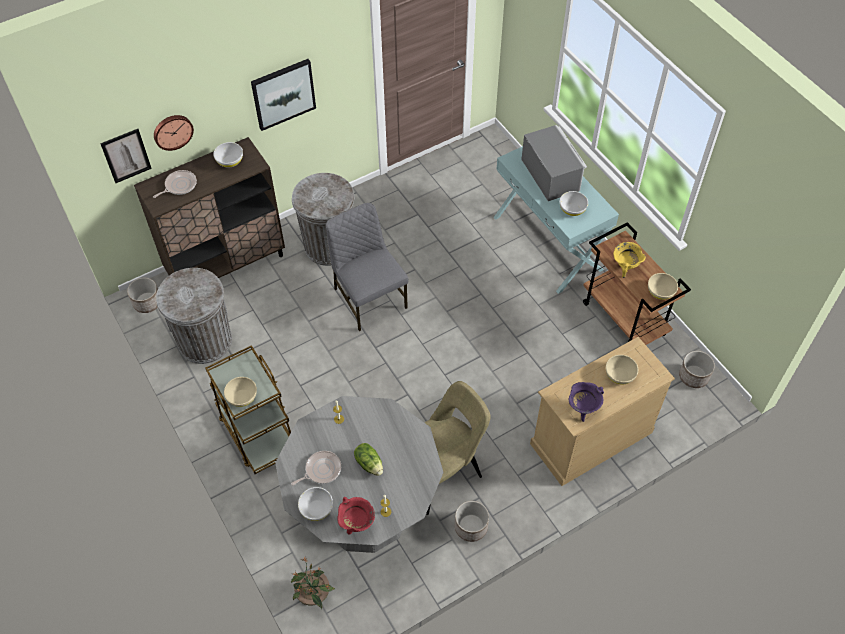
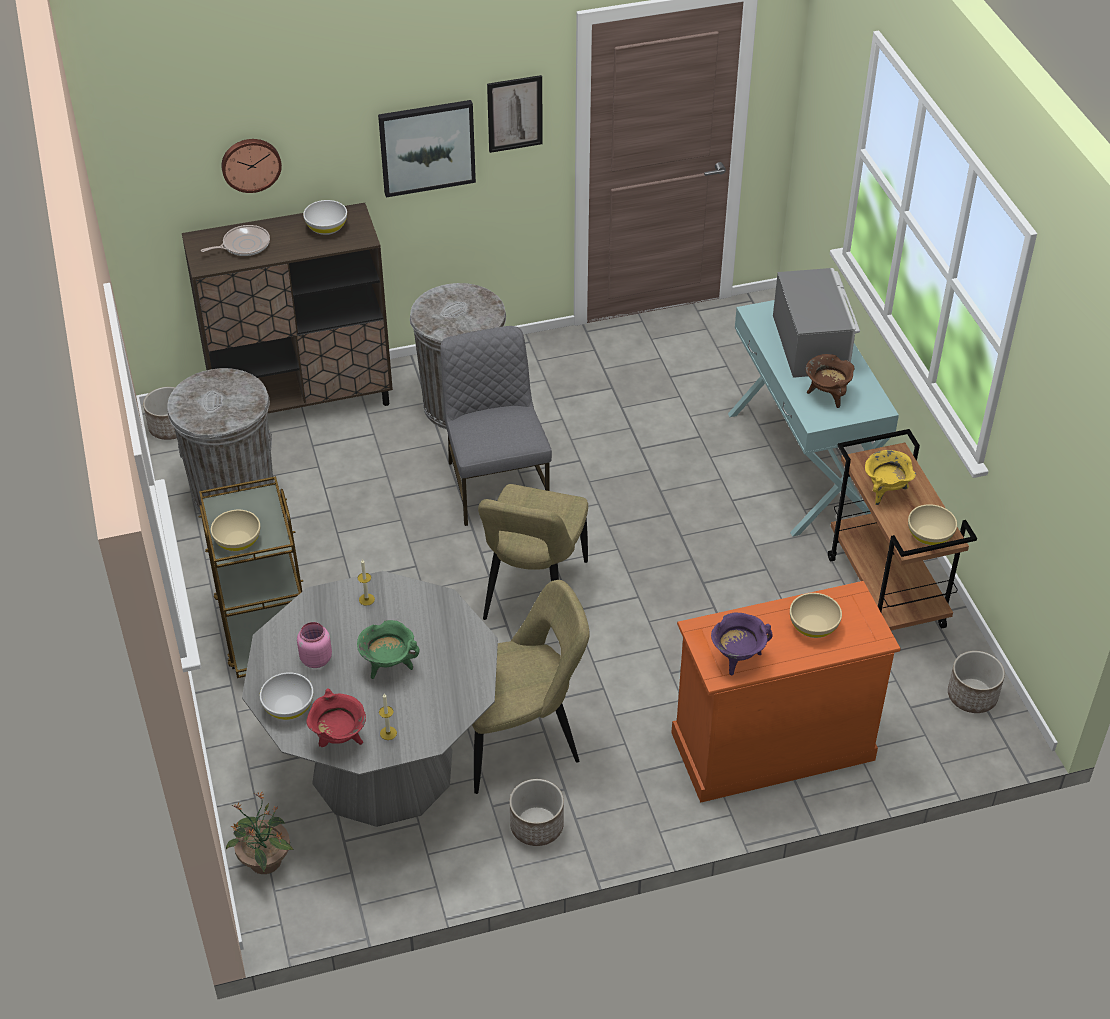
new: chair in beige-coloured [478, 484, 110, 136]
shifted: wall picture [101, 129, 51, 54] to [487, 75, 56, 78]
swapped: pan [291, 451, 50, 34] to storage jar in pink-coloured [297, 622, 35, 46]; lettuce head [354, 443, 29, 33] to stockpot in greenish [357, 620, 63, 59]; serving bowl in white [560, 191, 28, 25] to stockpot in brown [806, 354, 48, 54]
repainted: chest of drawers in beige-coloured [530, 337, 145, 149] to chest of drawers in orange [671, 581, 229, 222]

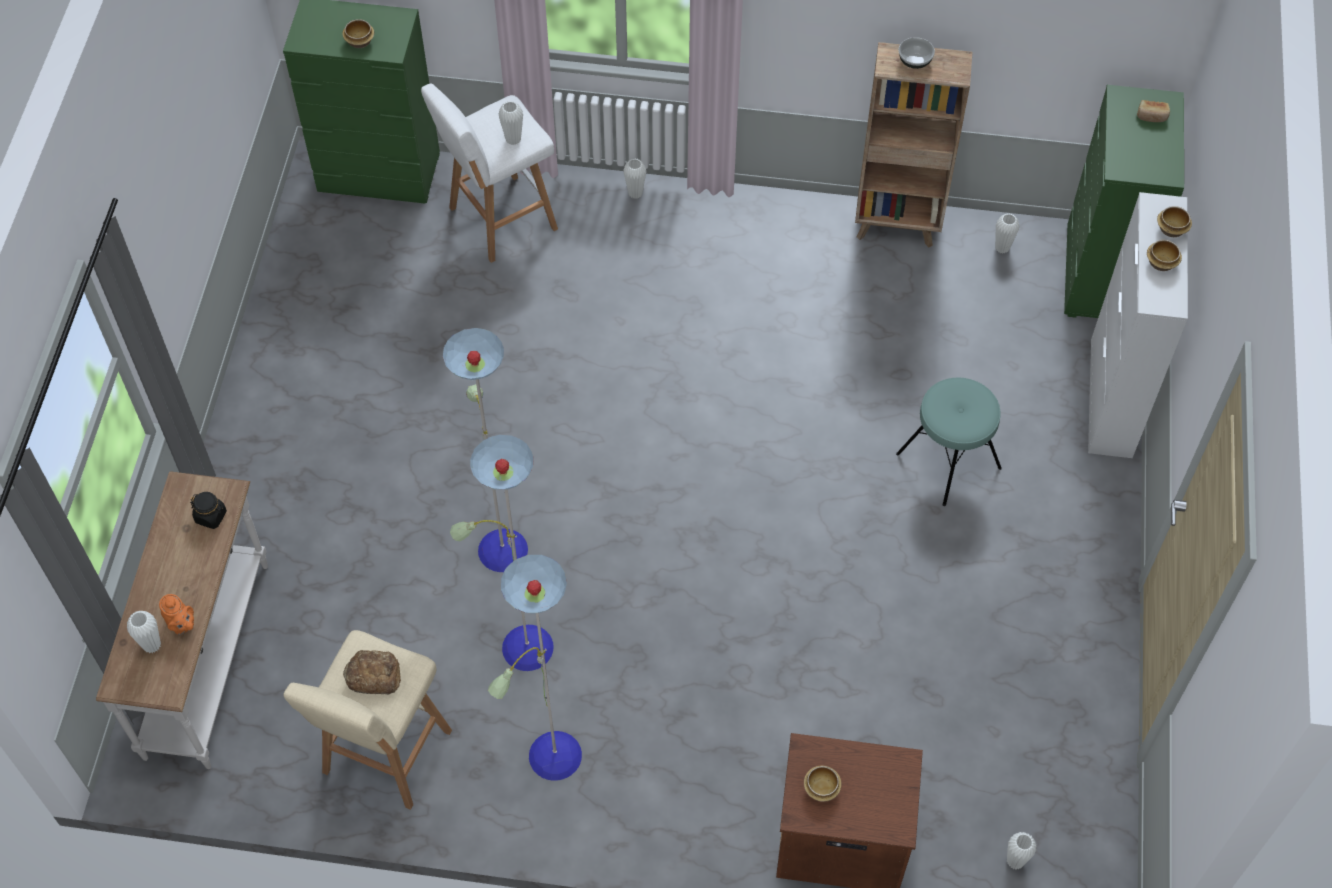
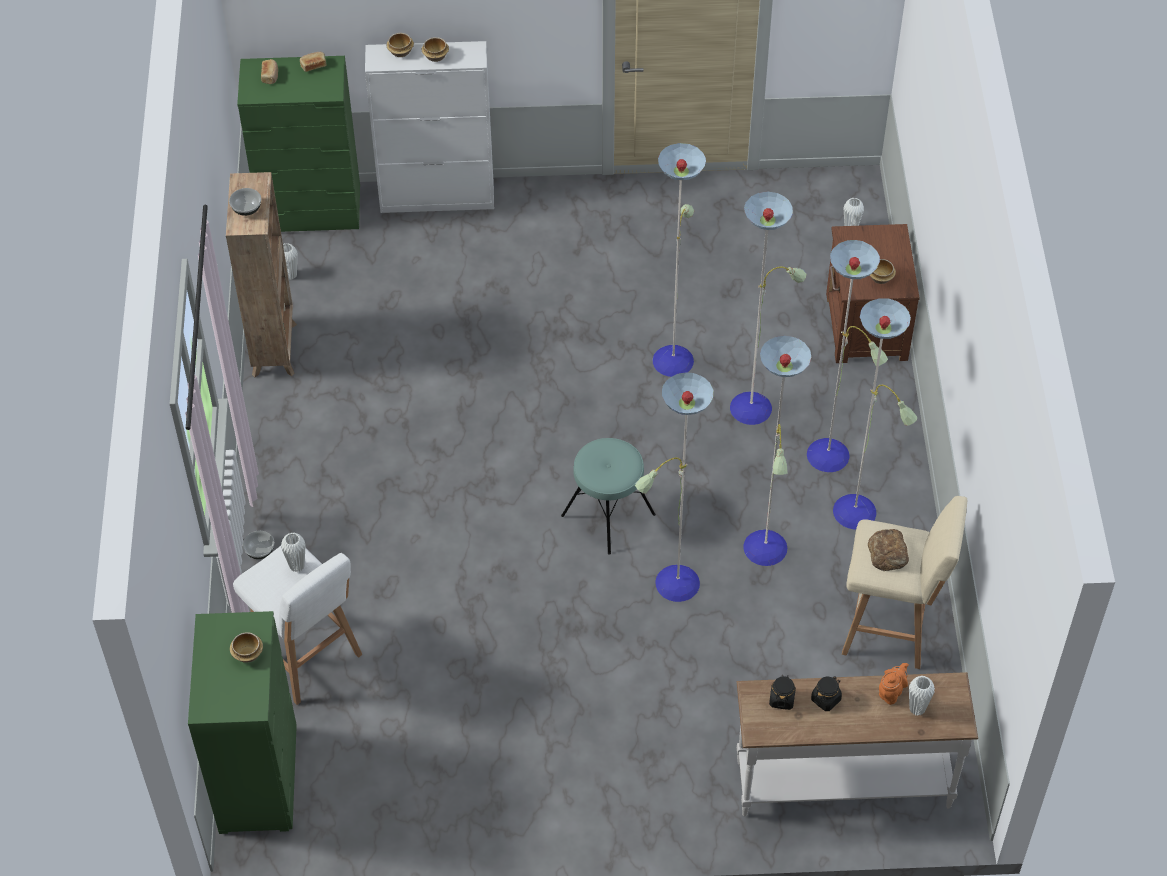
new: baked bread [300, 52, 27, 20]; standard lamp [653, 143, 235, 329]; storage jar in blackish [811, 676, 31, 35]
shifted: stool seat in turquoise [896, 377, 106, 129] to [561, 438, 95, 117]
swapped: decorative vase in white [623, 159, 23, 40] to serving bowl [243, 531, 31, 28]

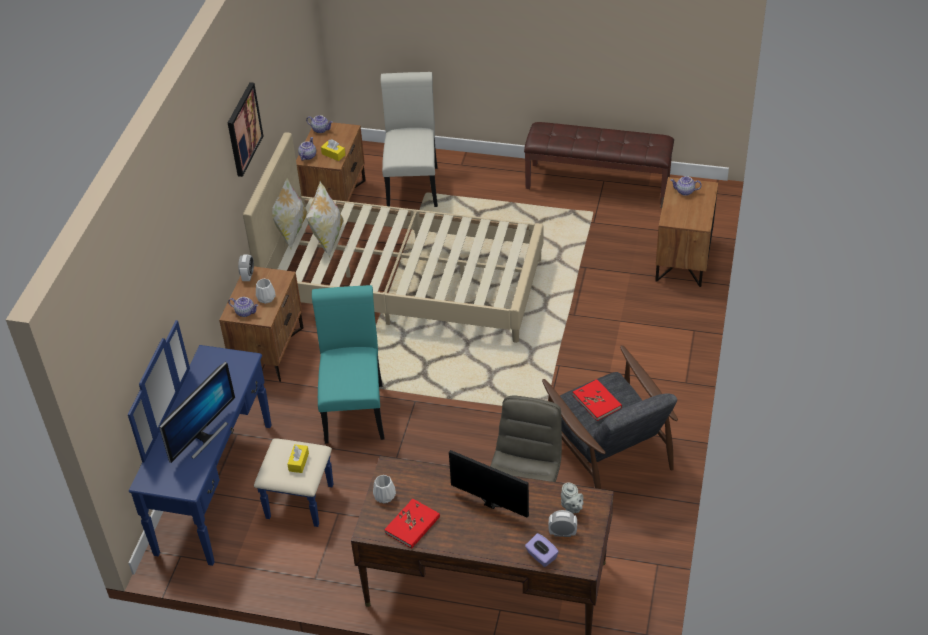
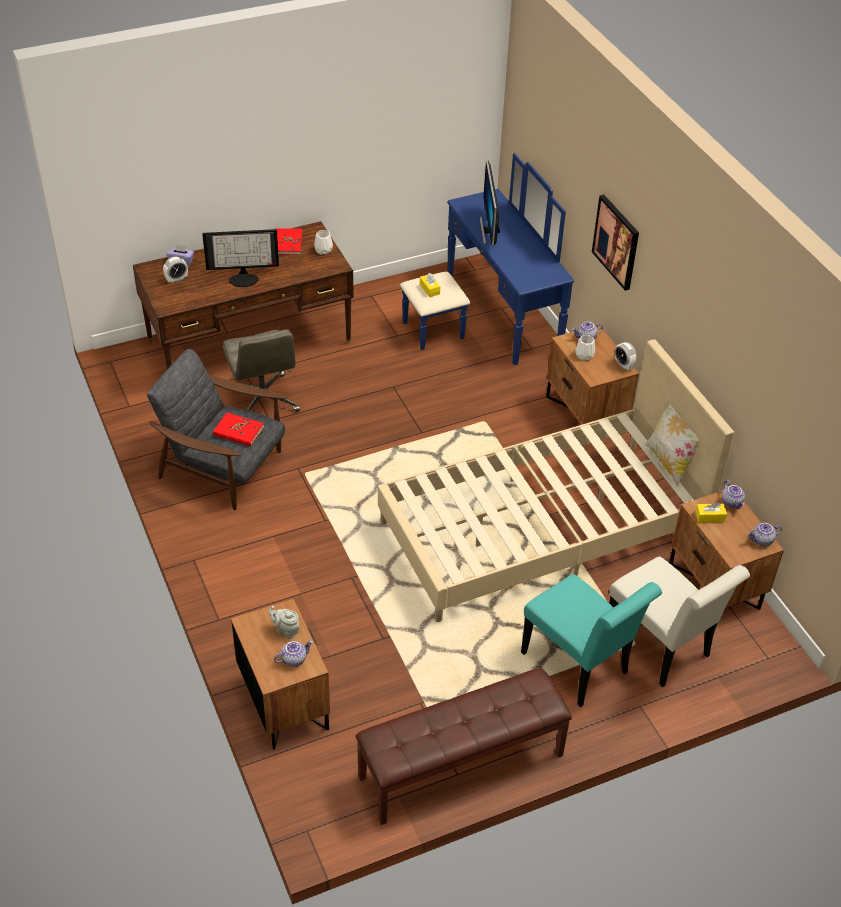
gone: cushion [306, 181, 38, 77]
shifted: wall picture [228, 82, 35, 95] to [592, 195, 47, 96]; chair in turquoise [312, 285, 72, 159] to [521, 574, 141, 133]; teapot in grey [561, 482, 23, 32] to [268, 606, 32, 33]

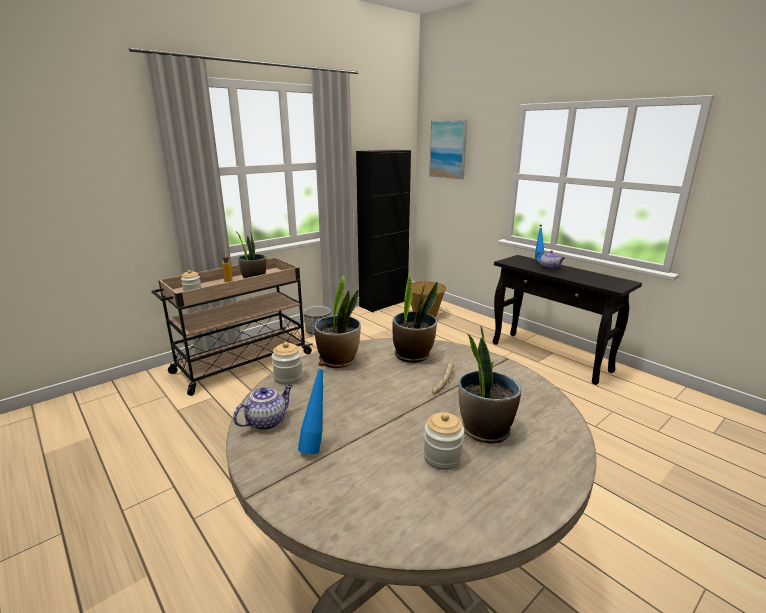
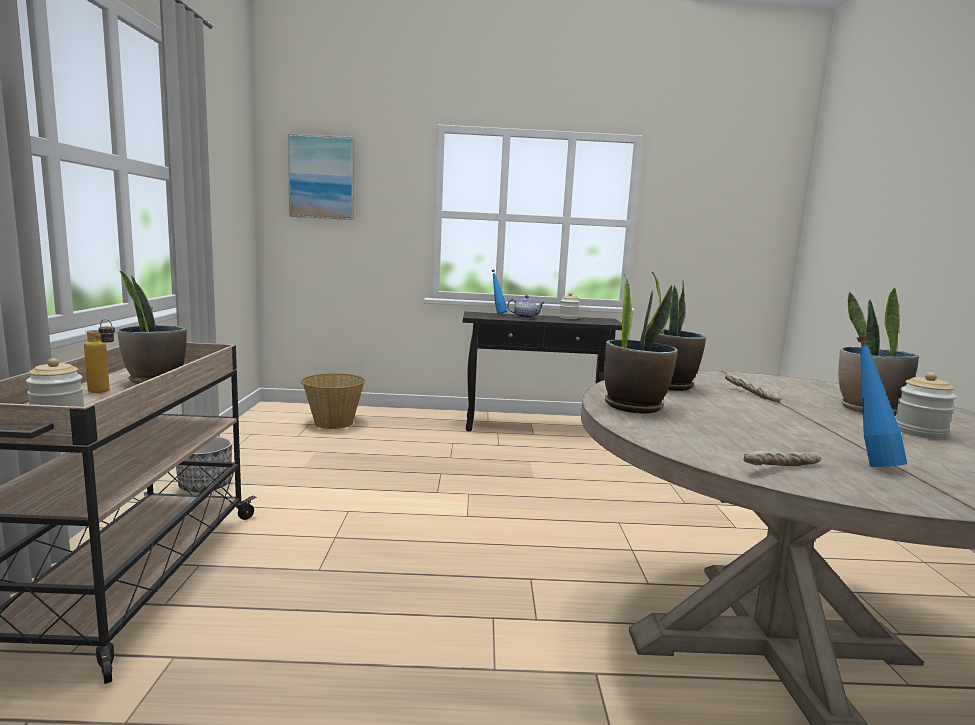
gone: cabinet in blackish [356, 150, 55, 162]
shifted: storage jar [271, 342, 32, 43] to [559, 292, 20, 27]
swapped: teapot [233, 384, 60, 46] to baked bread [743, 451, 78, 16]

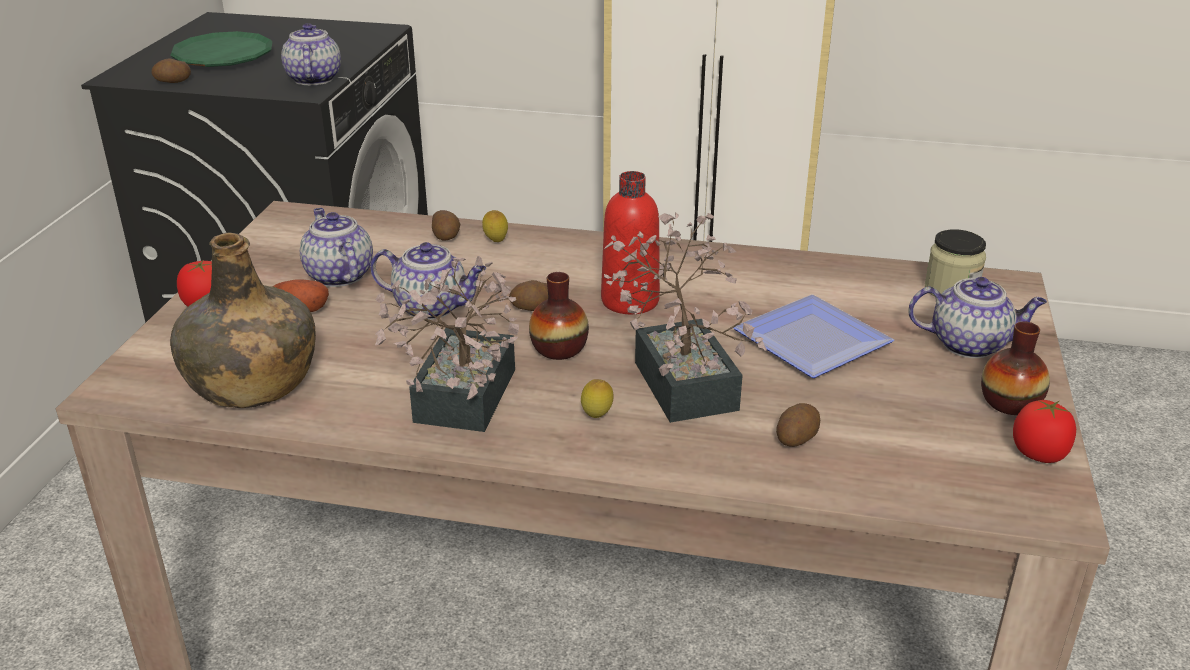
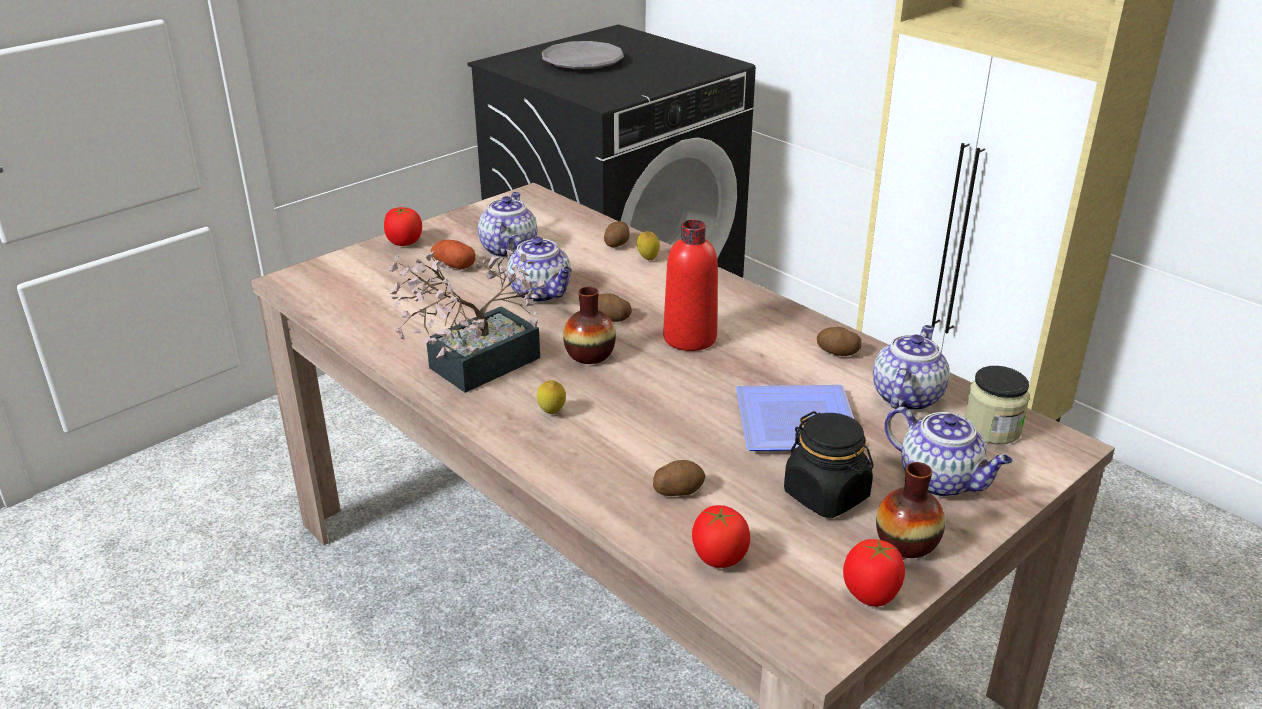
gone: beverage bottle in greenish [170, 232, 146, 176]; plant in a pot [604, 213, 163, 210]
new: tomato [692, 505, 58, 63]; storage jar in blackish [784, 411, 90, 107]
shifted: spud [151, 59, 40, 24] to [817, 327, 45, 29]; teapot [281, 23, 60, 62] to [873, 325, 77, 86]
repainted: plate in greenish [170, 31, 102, 36] to plate in grey [542, 41, 82, 28]

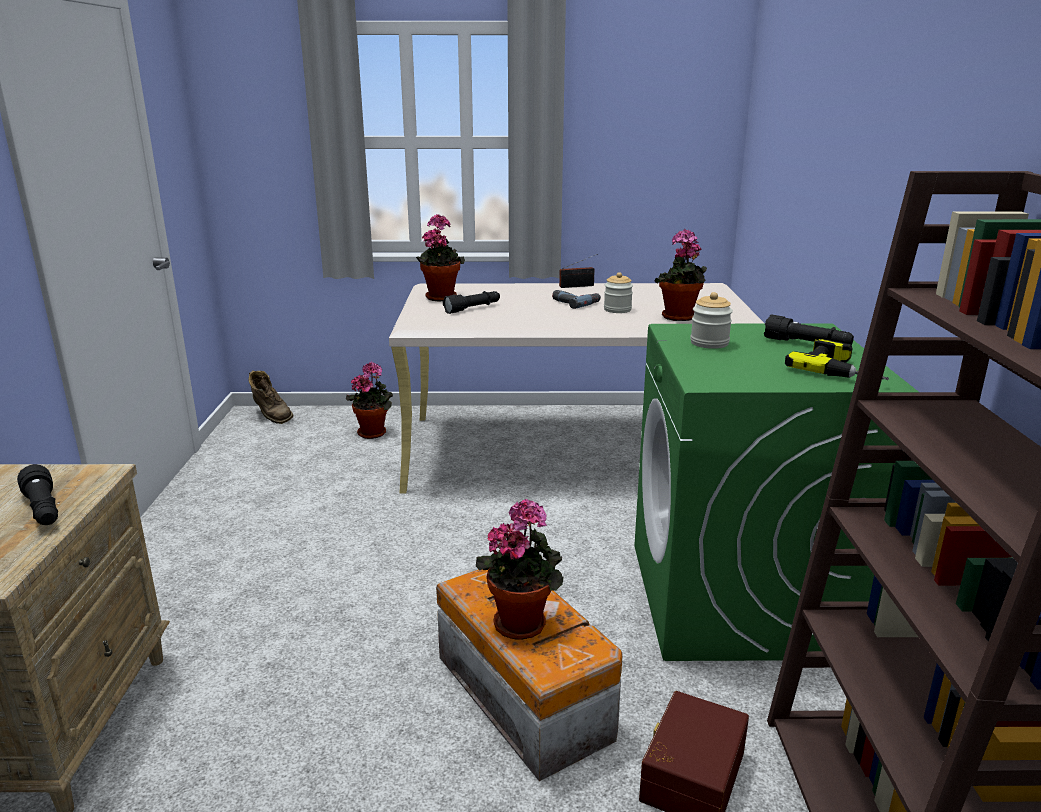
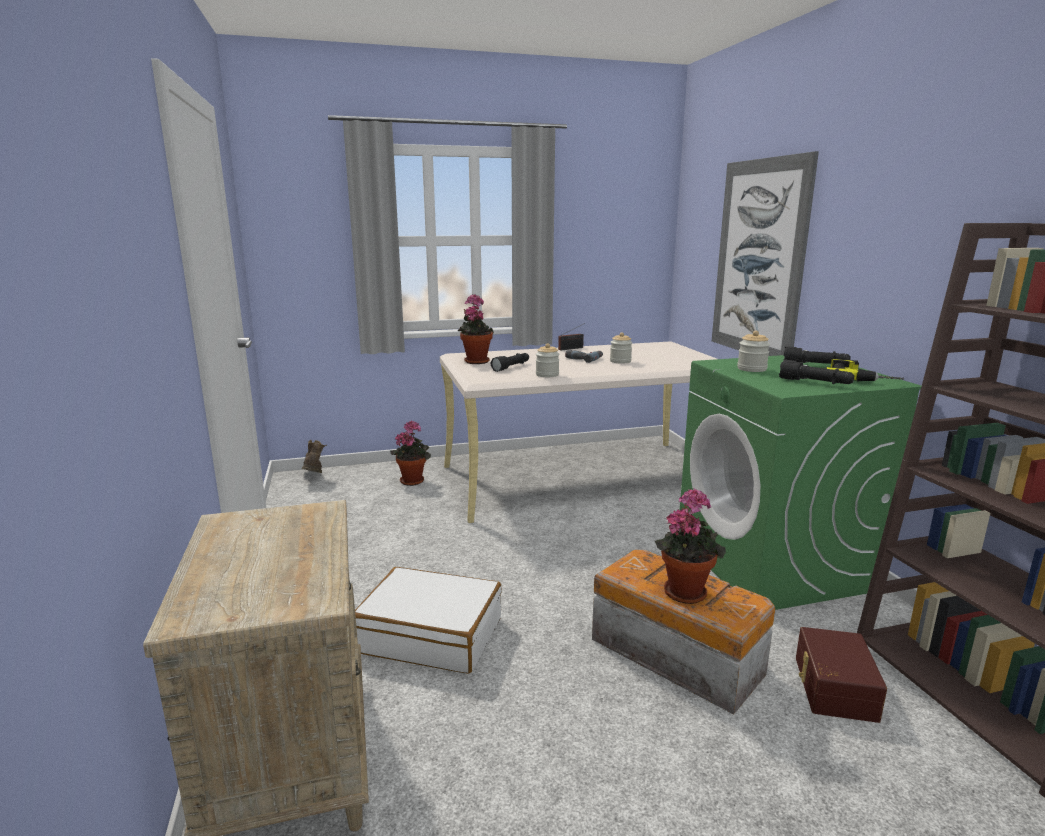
gone: plant in a pot [654, 229, 53, 92]
new: suitcase in white [355, 567, 147, 107]; storage jar [536, 343, 24, 34]; wall picture [712, 151, 107, 205]
shifted: hand torch in blackish [17, 464, 41, 61] to [779, 360, 75, 24]
rotated: tall boot in brown [249, 371, 44, 53] = [302, 440, 25, 33] 135 degrees counterclockwise

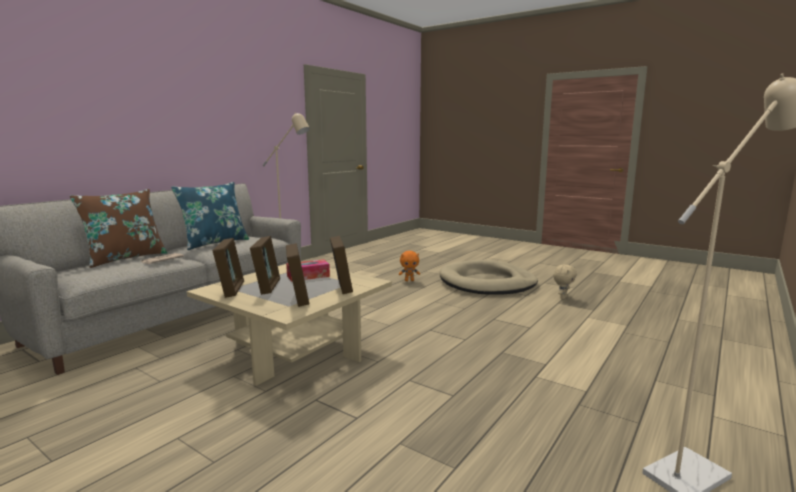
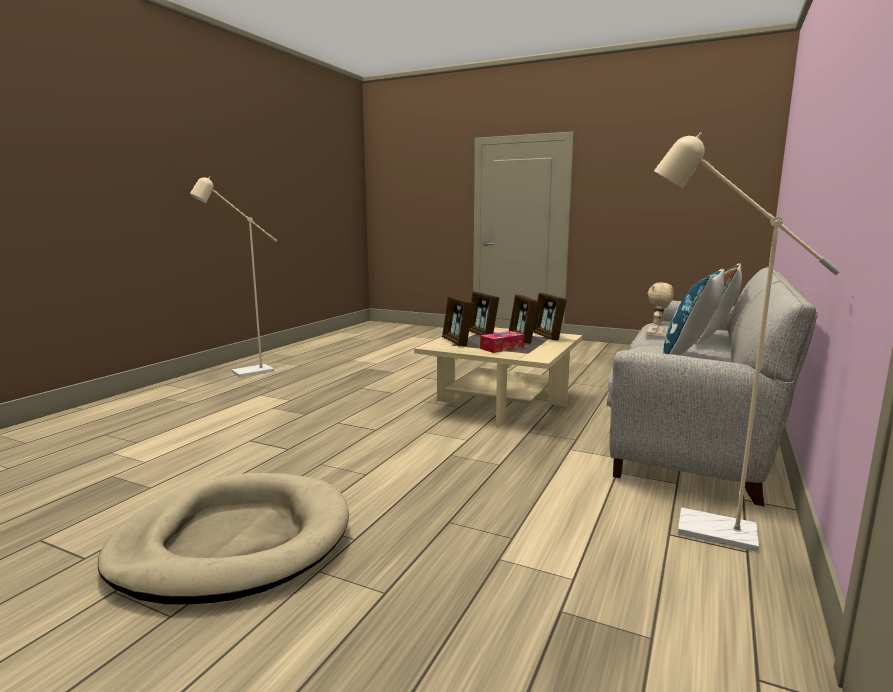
gone: plush toy in orange [399, 251, 21, 30]
shifted: plush toy in beige-coloured [554, 264, 23, 36] to [647, 282, 27, 42]

